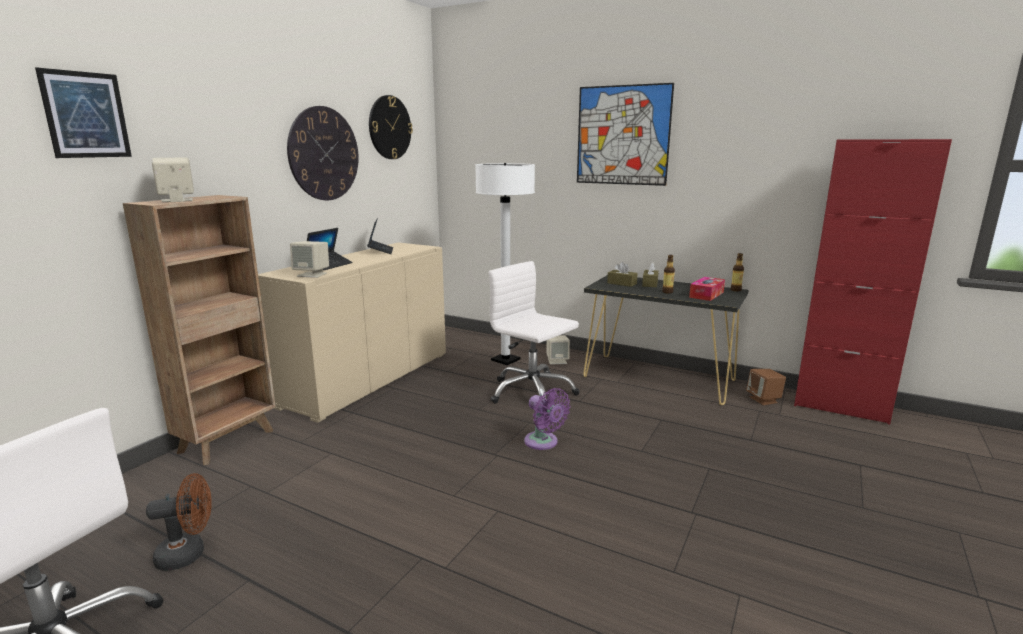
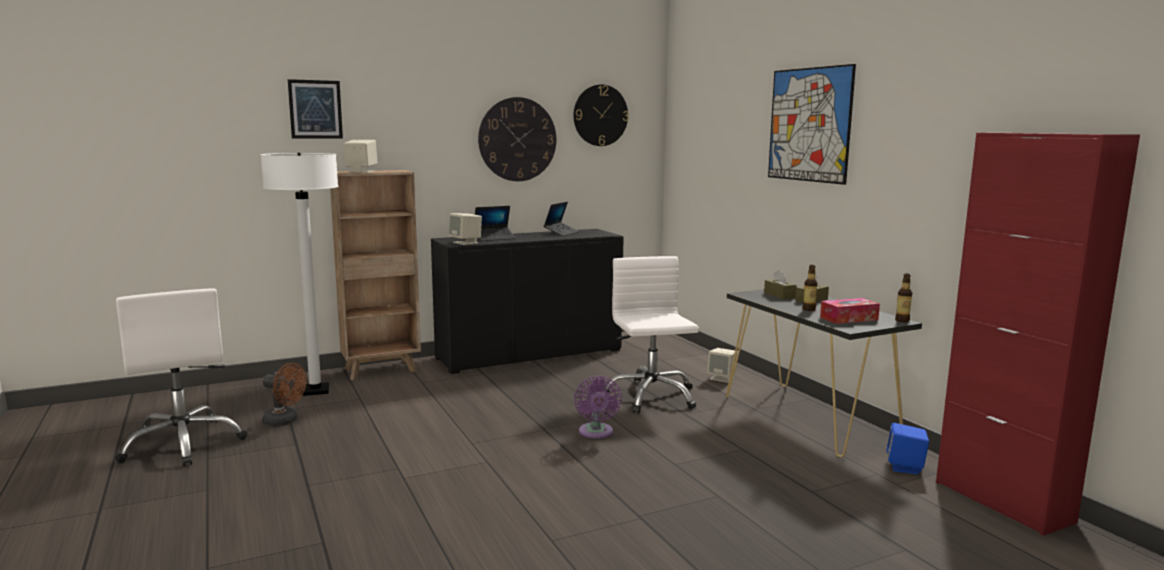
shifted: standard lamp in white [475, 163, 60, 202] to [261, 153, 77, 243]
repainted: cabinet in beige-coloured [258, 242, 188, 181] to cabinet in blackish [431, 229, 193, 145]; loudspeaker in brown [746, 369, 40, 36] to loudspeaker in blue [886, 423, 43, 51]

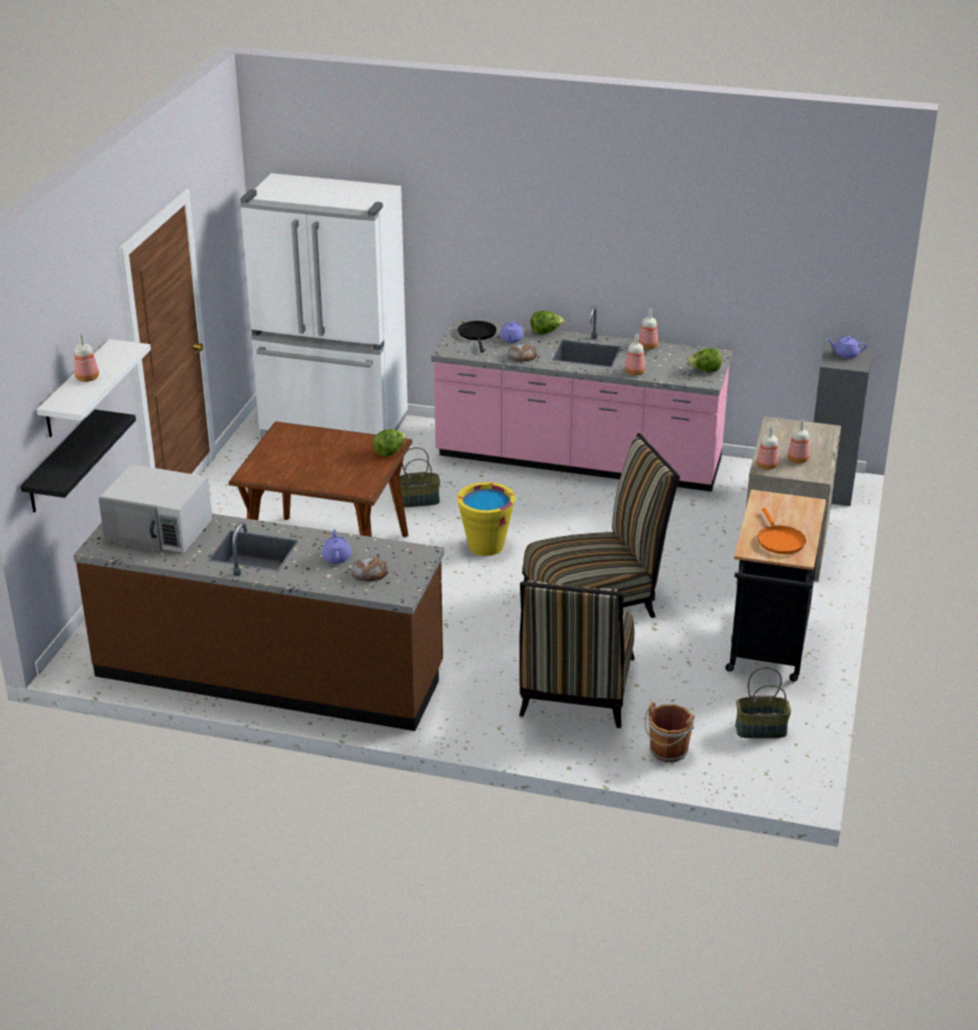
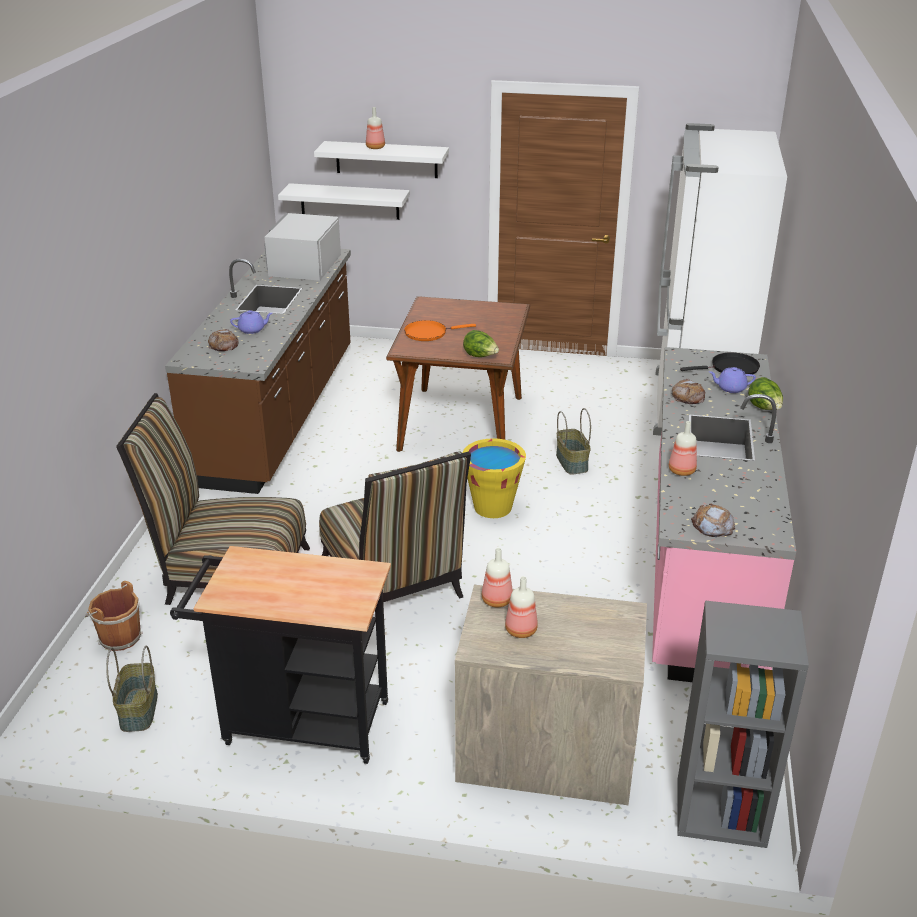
gone: beverage bottle [638, 309, 20, 40]; teapot in purplish [827, 336, 40, 22]
shifted: pan in orange [758, 508, 48, 46] to [404, 320, 72, 21]
swapped: lettuce head [686, 348, 36, 24] to baked bread [691, 503, 44, 34]
repainted: bracket shelf in blackish [20, 409, 116, 104] to bracket shelf in white [278, 183, 132, 37]

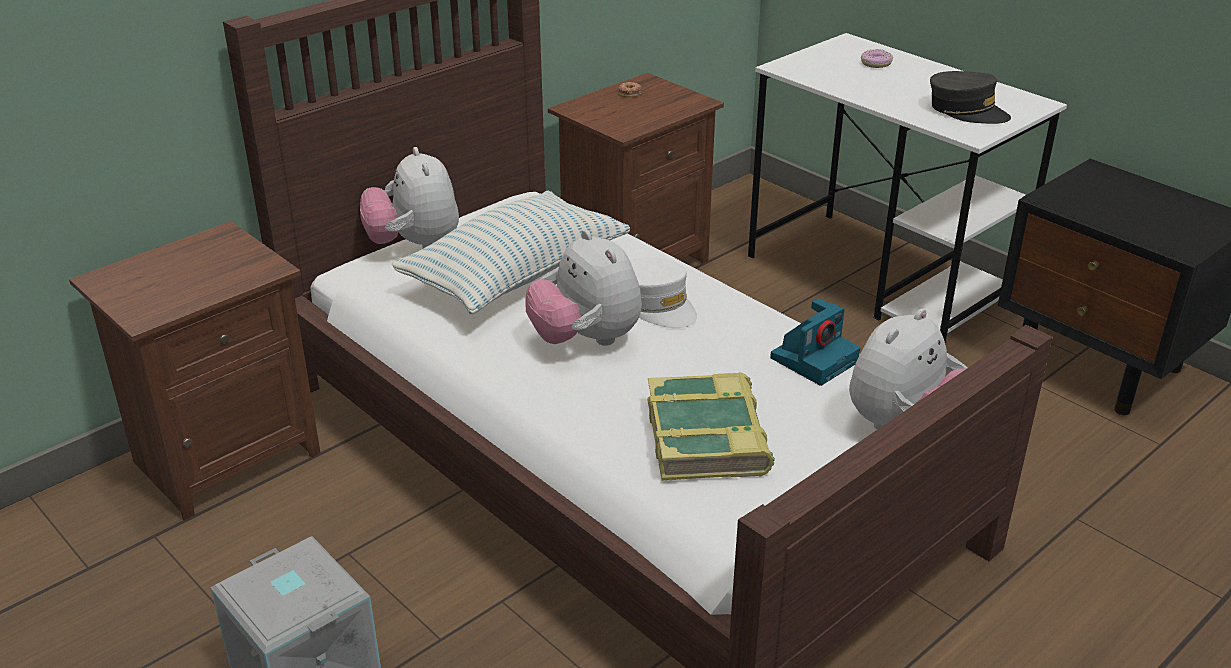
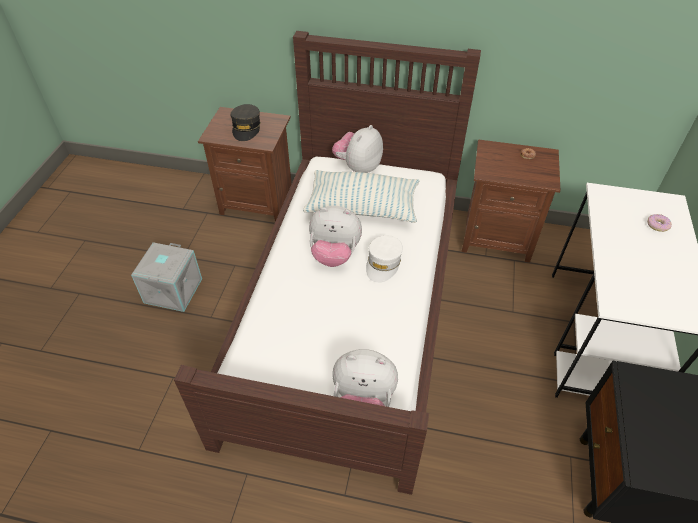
gone: volume [647, 372, 128, 109]; still camera [770, 298, 90, 88]
shifted: baseball cap in grey [930, 71, 81, 53] to [230, 104, 31, 37]
rotated: plush toy [525, 230, 117, 116] = [309, 206, 53, 61] 105 degrees counterclockwise

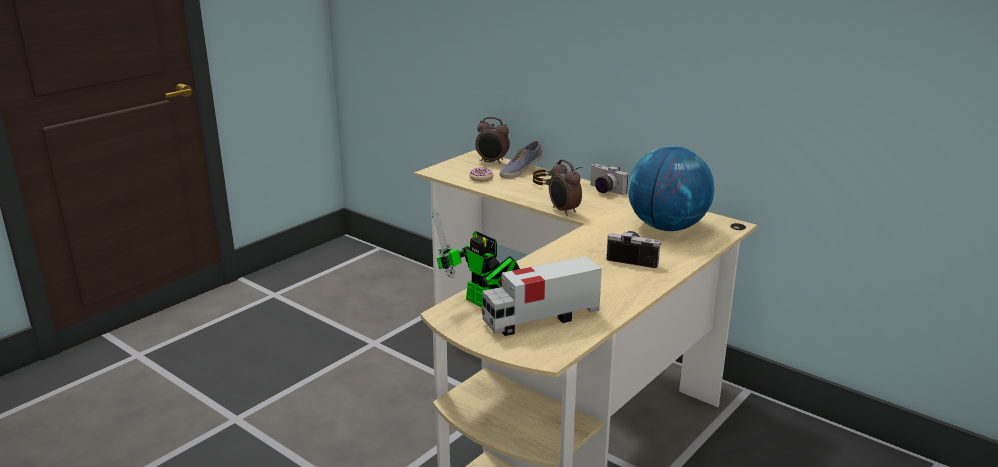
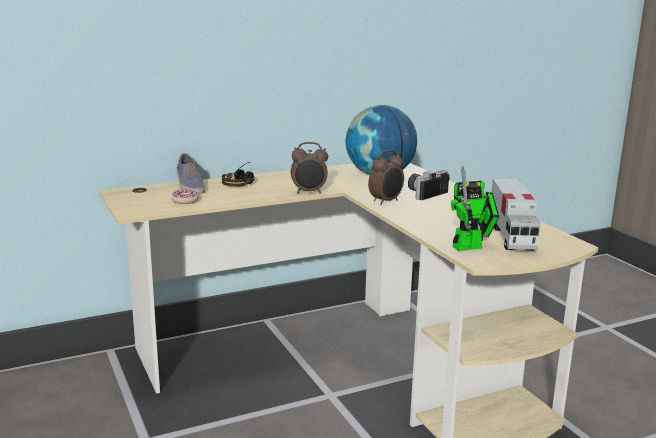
gone: still camera [590, 164, 38, 31]
shifted: table clock [475, 117, 35, 47] to [368, 149, 36, 56]

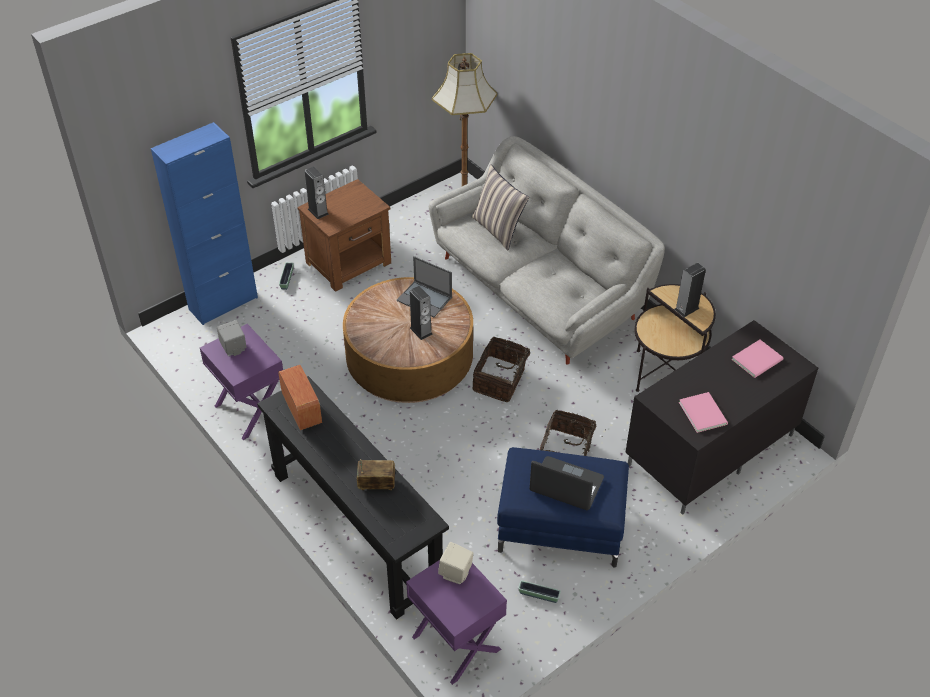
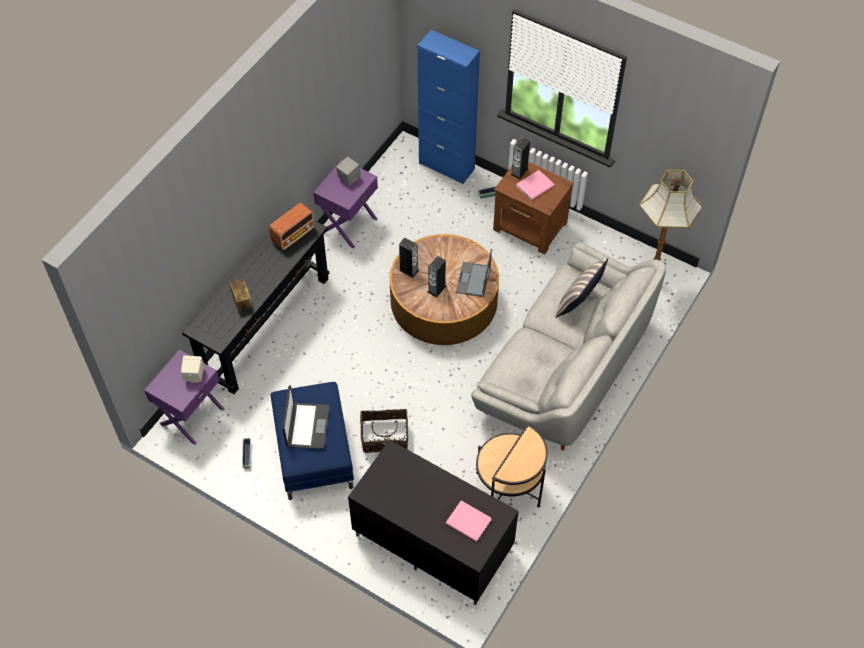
gone: household basket [472, 337, 67, 65]
shifted: loudspeaker [674, 262, 32, 55] to [399, 238, 20, 40]; volume in pink-coloured [679, 392, 49, 41] to [516, 170, 39, 30]

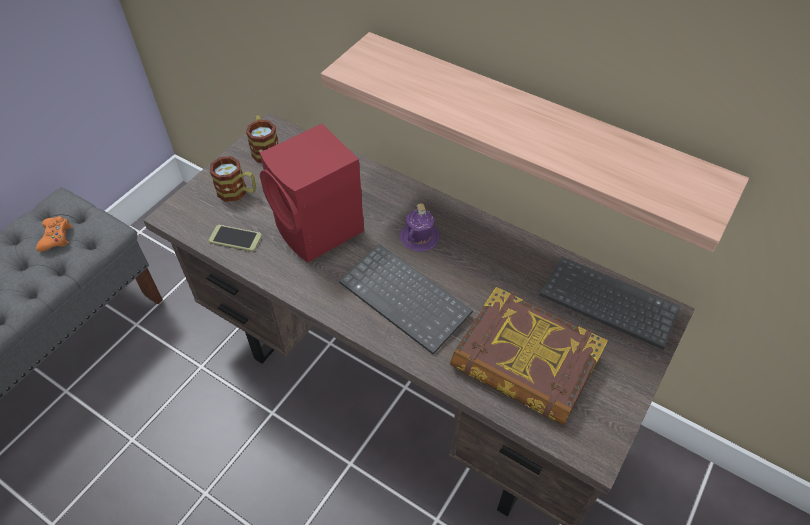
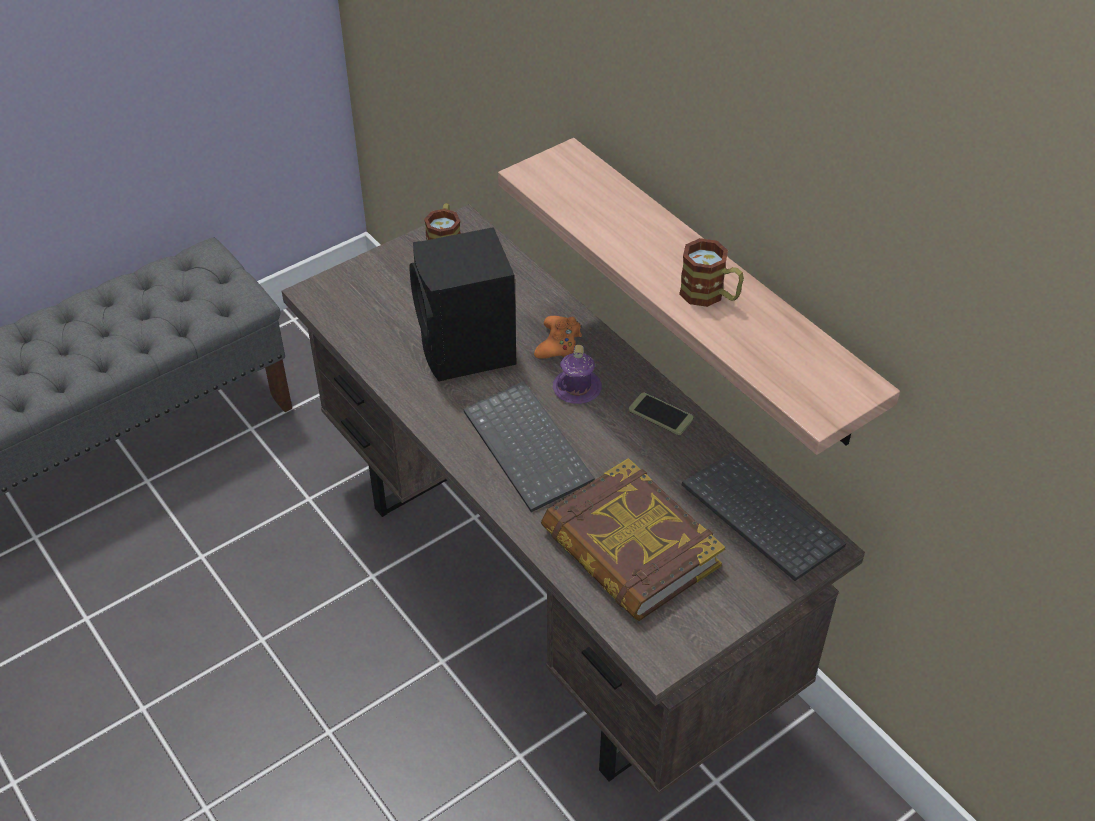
shifted: joypad in orange [36, 216, 36, 36] to [534, 316, 48, 43]; handset [209, 225, 53, 27] to [629, 393, 64, 42]; tea mug [210, 156, 46, 46] to [679, 238, 65, 69]
repainted: loudspeaker in reddish [260, 124, 104, 138] to loudspeaker in blackish [409, 227, 108, 154]

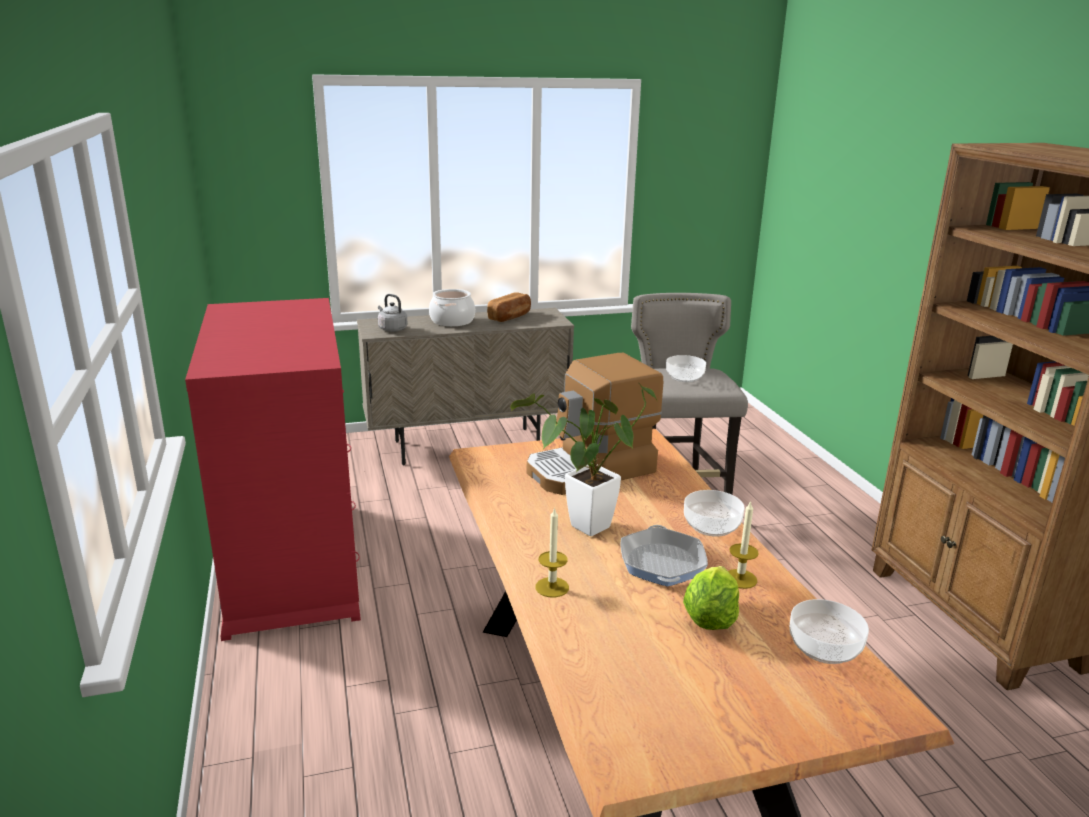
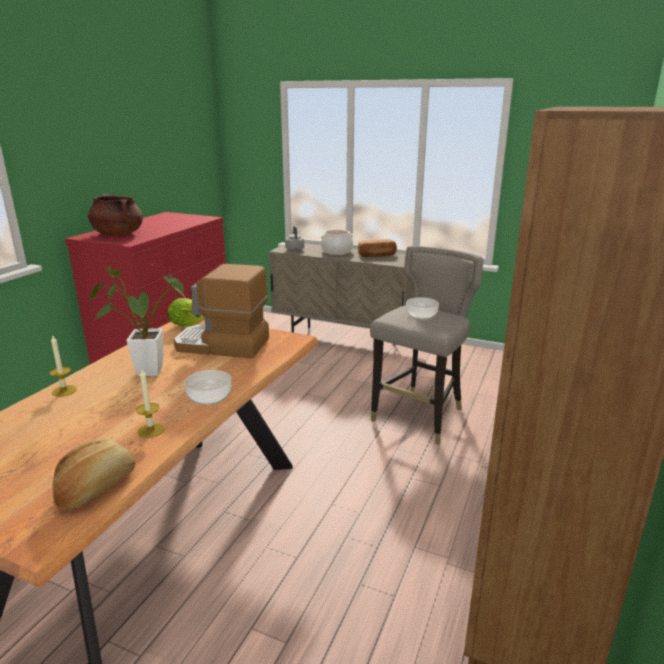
gone: pan [620, 525, 88, 62]
new: stockpot in brown [88, 194, 55, 42]
shifted: lettuce head [683, 566, 56, 64] to [167, 298, 37, 28]
swapped: serving bowl [789, 599, 80, 65] to baked bread [52, 440, 83, 70]

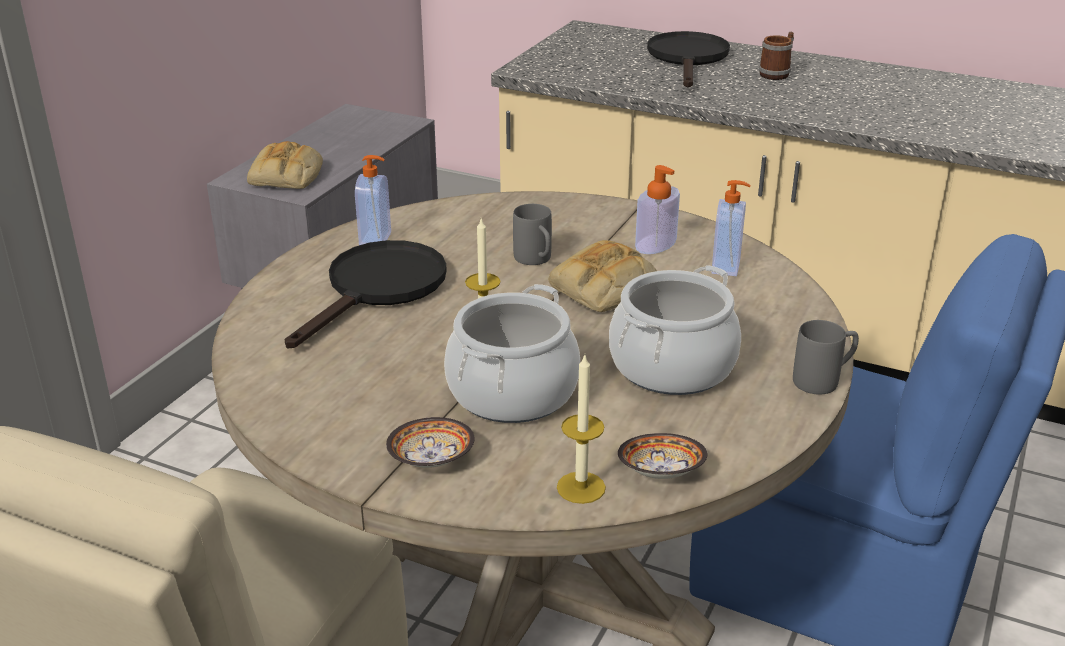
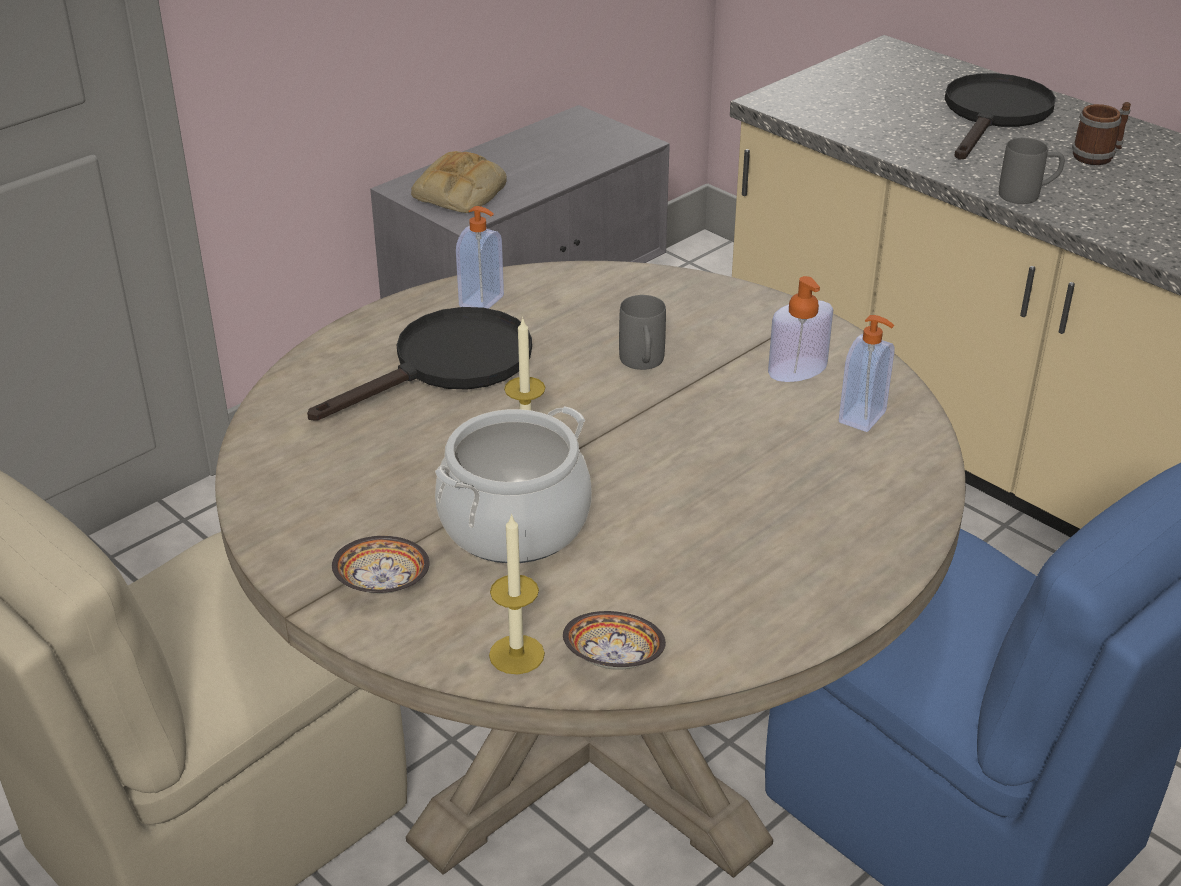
gone: baked bread [549, 240, 108, 72]; stockpot [609, 265, 132, 130]
shifted: tea mug in grey [793, 320, 66, 74] to [999, 138, 66, 66]

